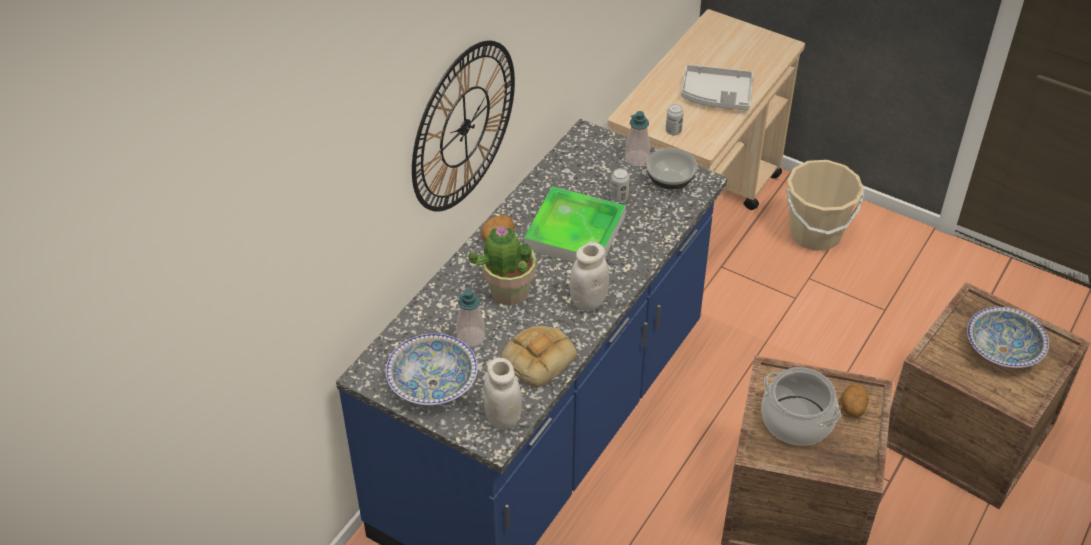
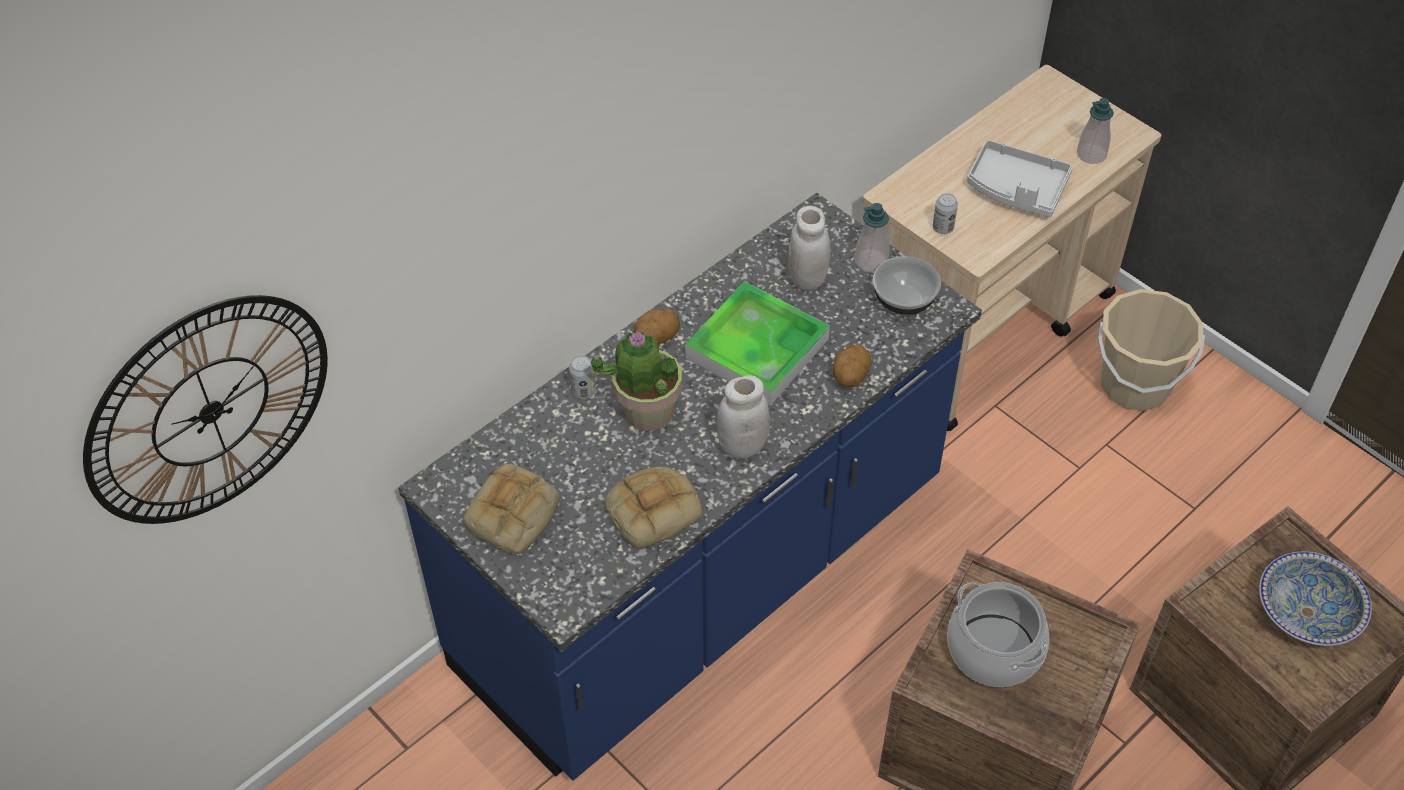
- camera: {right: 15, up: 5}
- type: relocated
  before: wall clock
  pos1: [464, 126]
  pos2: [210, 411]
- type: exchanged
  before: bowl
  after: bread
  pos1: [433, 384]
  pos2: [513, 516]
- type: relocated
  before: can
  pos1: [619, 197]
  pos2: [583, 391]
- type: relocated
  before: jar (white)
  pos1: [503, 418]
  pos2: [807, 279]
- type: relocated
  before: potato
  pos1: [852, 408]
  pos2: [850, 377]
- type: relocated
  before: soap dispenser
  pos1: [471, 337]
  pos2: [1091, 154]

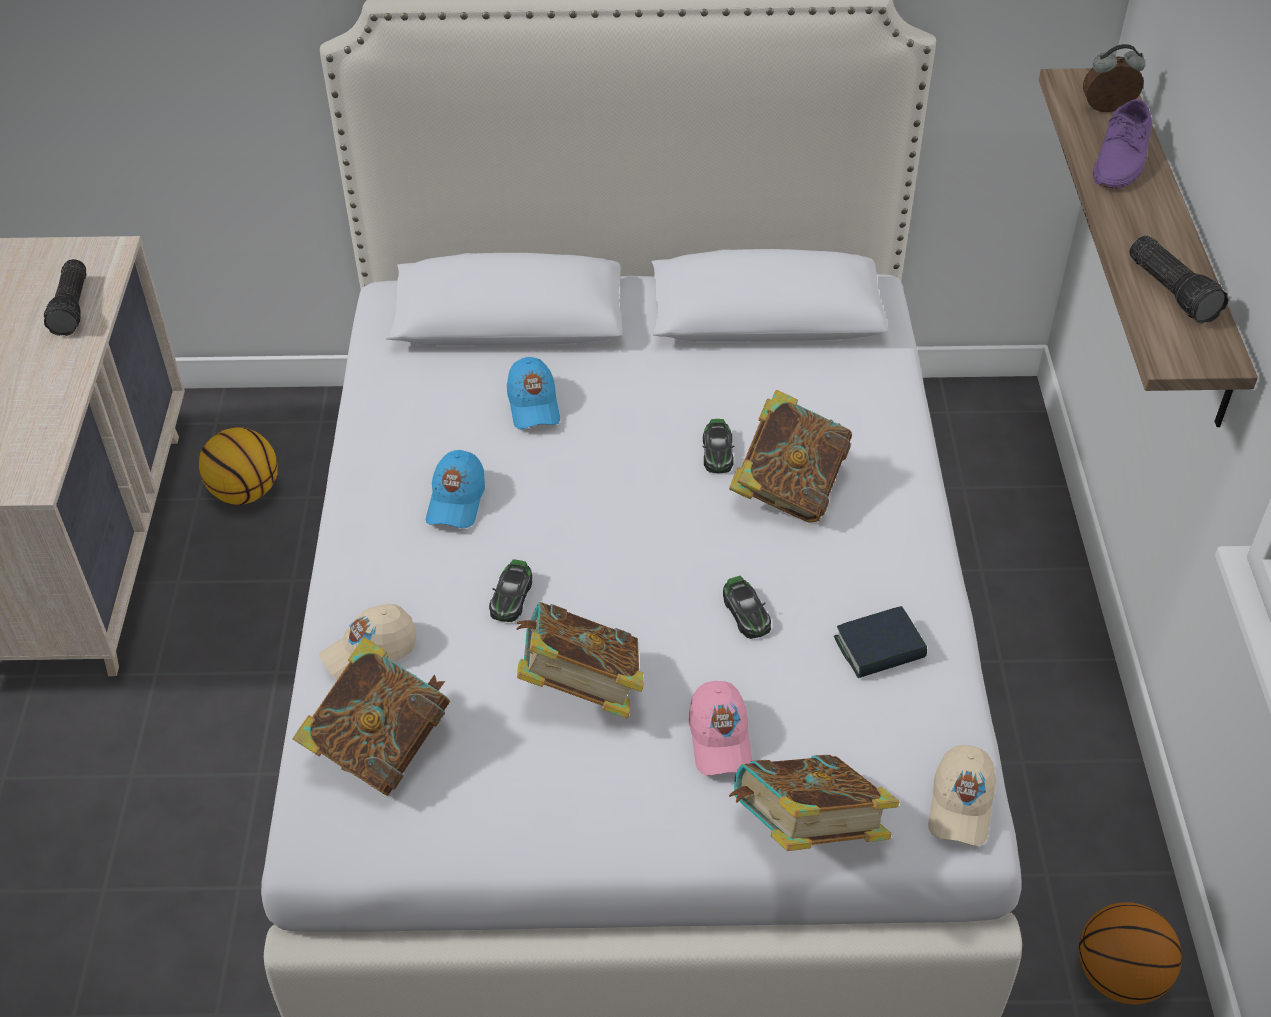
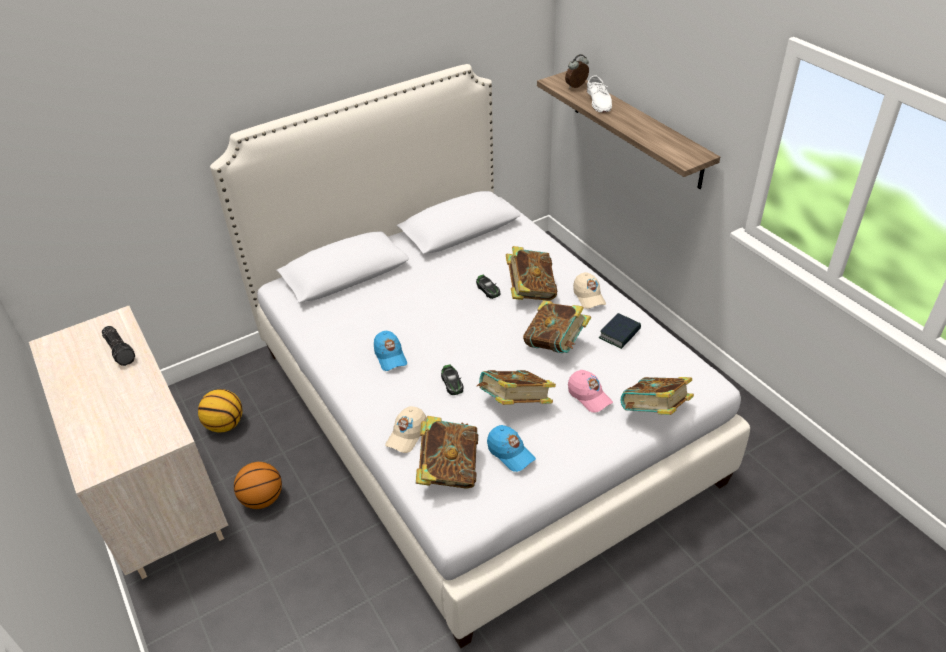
- camera: {right: -30, up: -5}
- type: relocated
  before: basketball
  pos1: [1119, 976]
  pos2: [263, 499]
- type: relocated
  before: cap (blue)
  pos1: [533, 405]
  pos2: [510, 453]
- type: exchanged
  before: toy car
  after: book
  pos1: [745, 612]
  pos2: [555, 345]
- type: relocated
  before: cap (beige)
  pos1: [960, 805]
  pos2: [589, 297]
- type: colour
  before: shoe (purple)
  after: shoe (white)
  pos1: [1122, 158]
  pos2: [599, 101]
- type: missing
  before: flashlight
  pos1: [1174, 291]

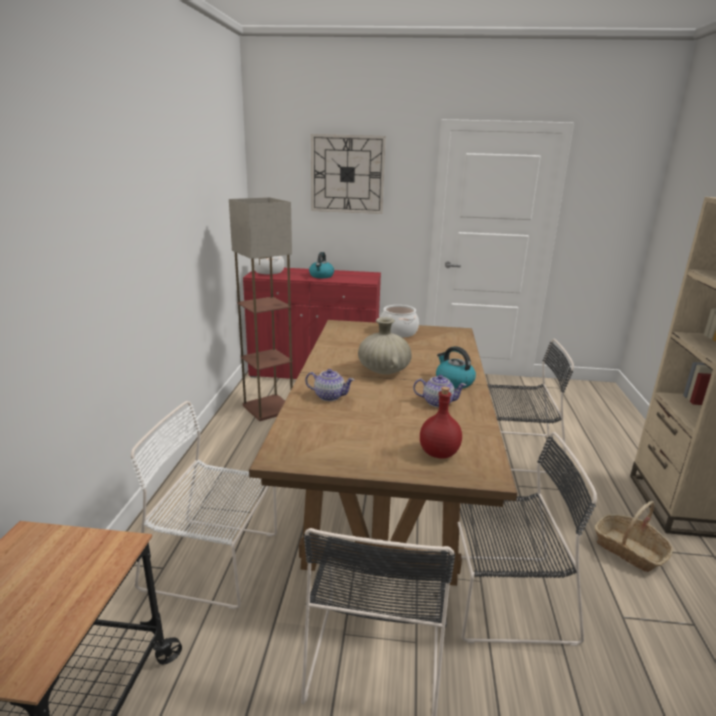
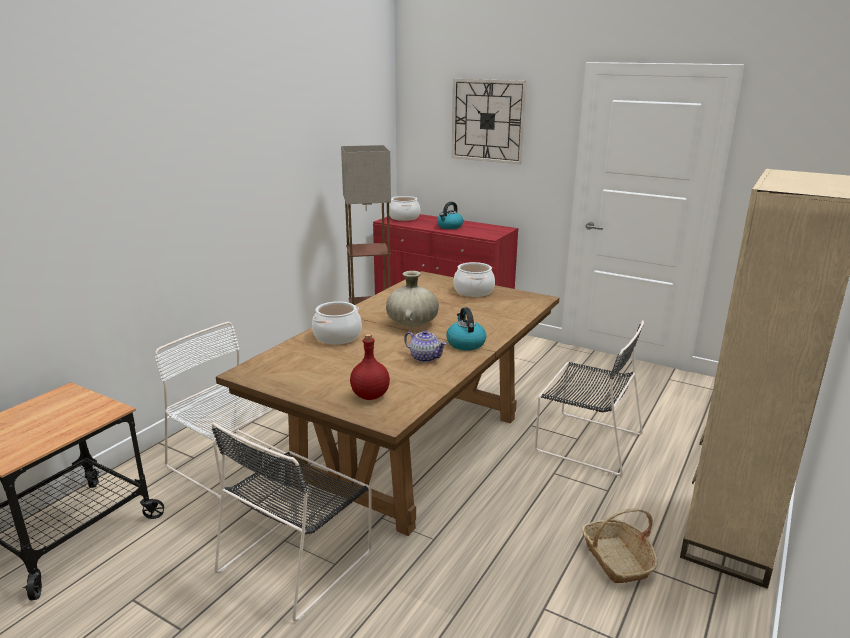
- camera: {right: 25, up: 0}
- type: exchanged
  before: teapot
  after: cooking pot
  pos1: [329, 396]
  pos2: [337, 336]
- type: missing
  before: chair (black)
  pos1: [502, 596]

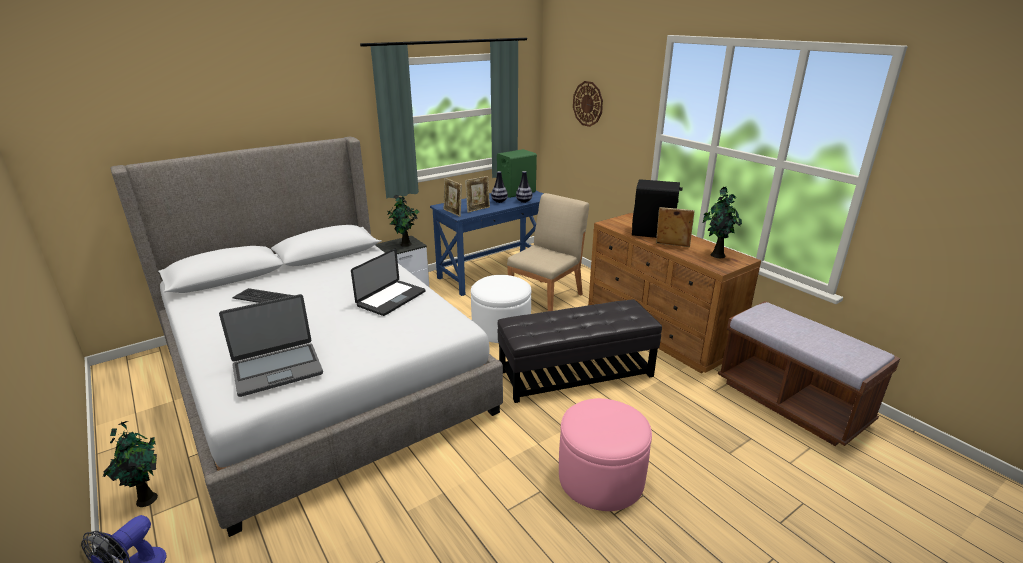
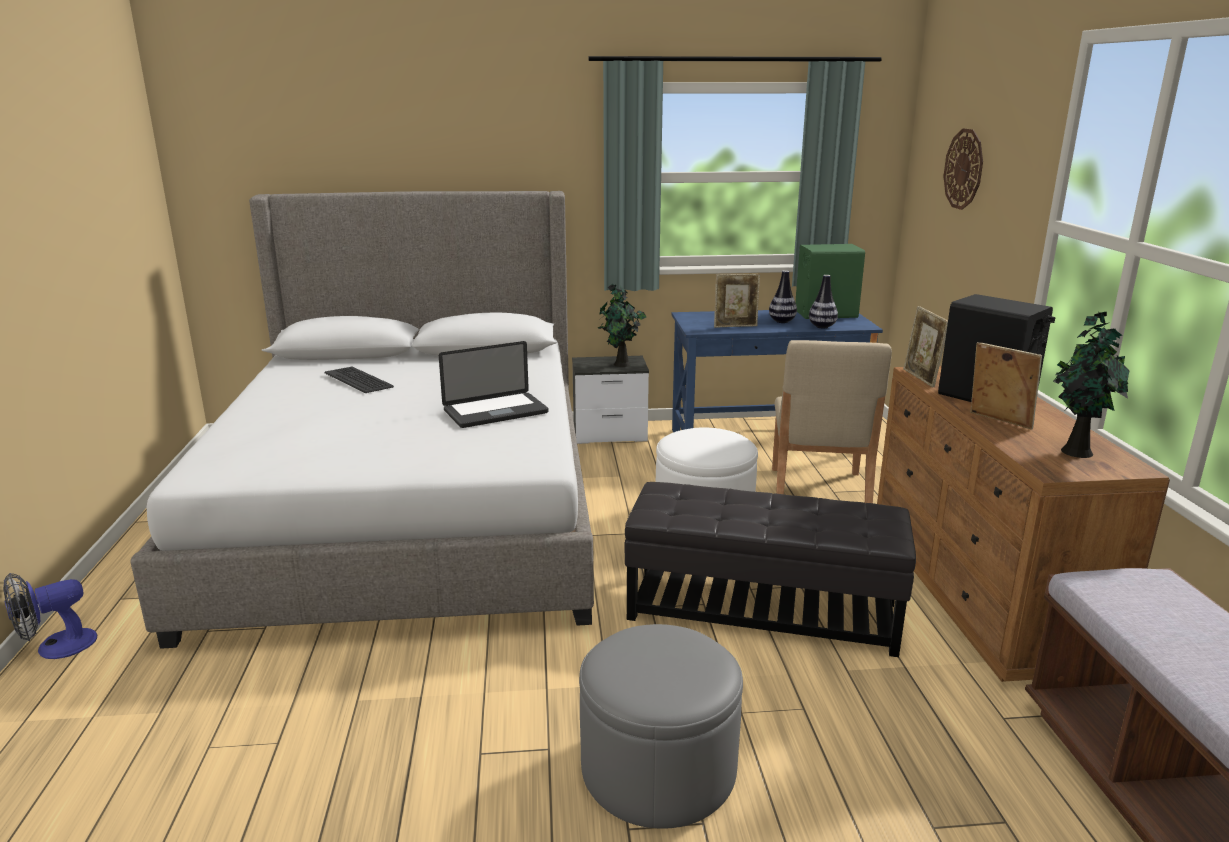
- camera: {right: 30, up: -5}
- type: colour
  before: ottoman (pink)
  after: ottoman (grey)
  pos1: [601, 477]
  pos2: [658, 769]
- type: spun
  before: chair (beige)
  pos1: [546, 297]
  pos2: [818, 492]
  turn: 120
- type: relocated
  before: picture frame
  pos1: [453, 213]
  pos2: [921, 378]
- type: missing
  before: potted plant
  pos1: [146, 498]
- type: missing
  before: laptop
  pos1: [277, 369]

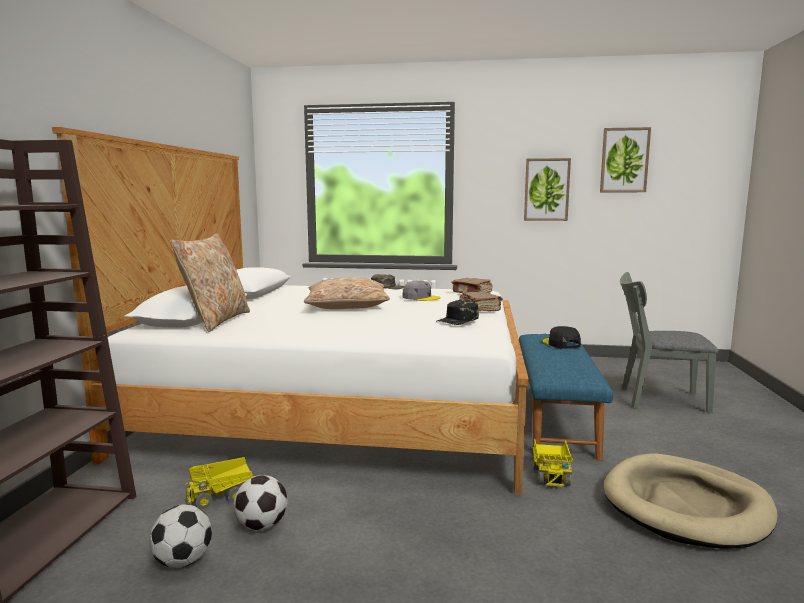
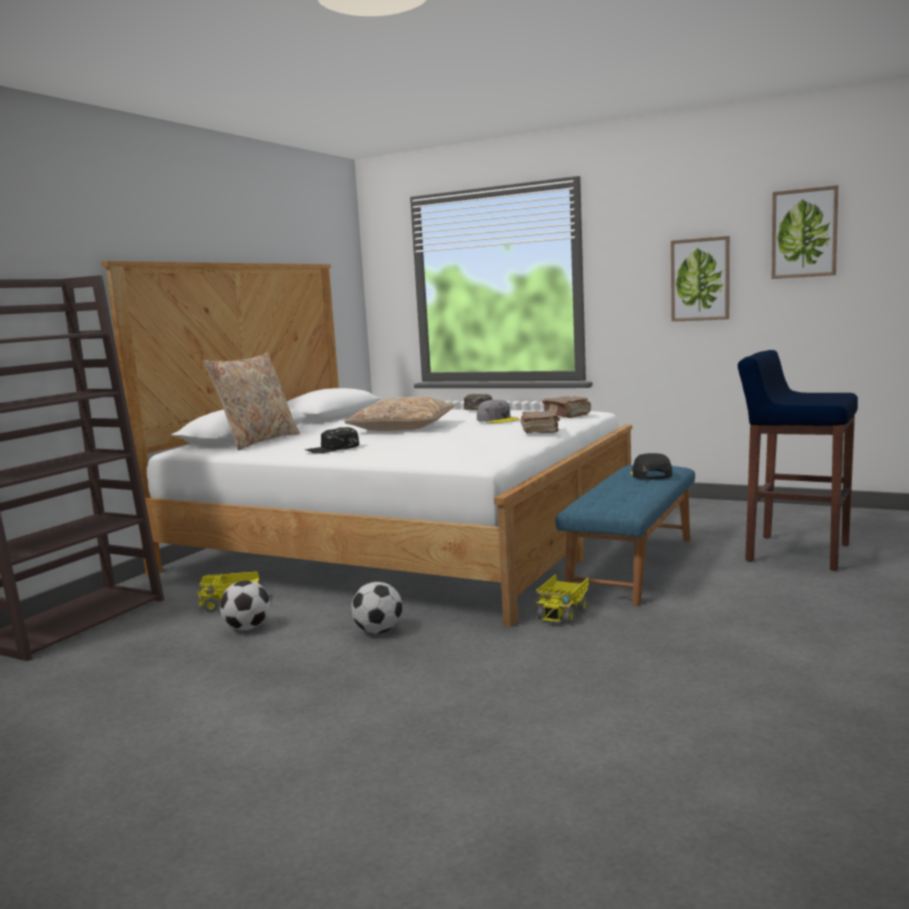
- camera: {right: 20, up: 0}
- type: relocated
  before: cap (black)
  pos1: [458, 320]
  pos2: [332, 449]
- type: relocated
  before: football
  pos1: [183, 561]
  pos2: [378, 631]
- type: exchanged
  before: chair (grey)
  after: stool (blue)
  pos1: [656, 399]
  pos2: [795, 552]
- type: missing
  before: dog bed (beige)
  pos1: [686, 506]

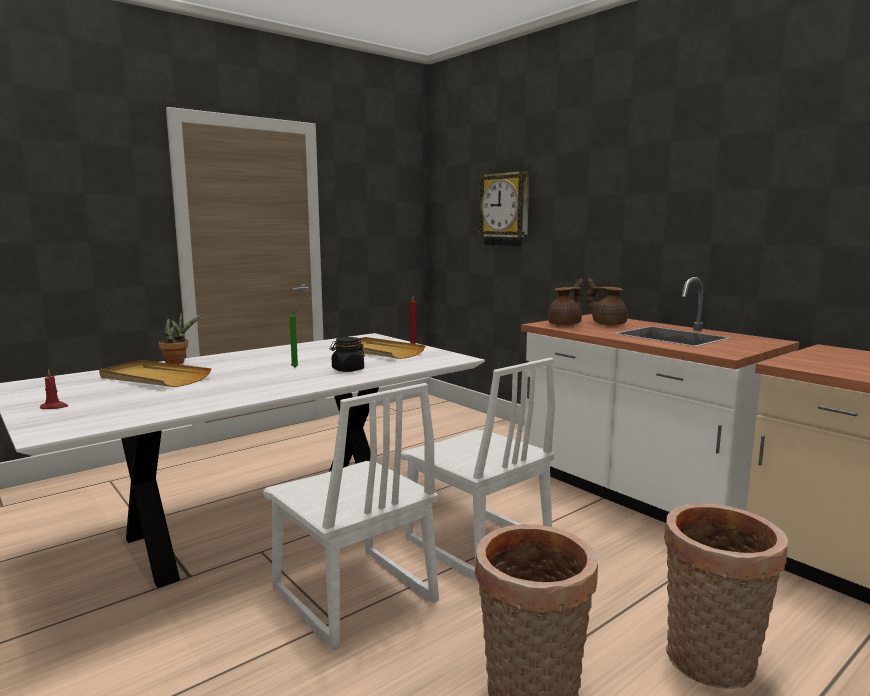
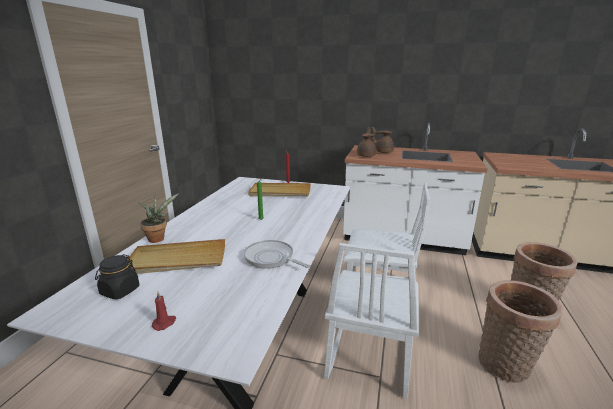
- camera: {right: -35, up: 10}
- type: relocated
  before: jar (black)
  pos1: [347, 370]
  pos2: [120, 291]
- type: appeared
  after: frying pan
  pos2: [271, 258]
- type: spun
  before: chair (white)
  pos1: [352, 597]
  pos2: [368, 357]
  turn: 90
- type: missing
  before: wall clock
  pos1: [505, 209]

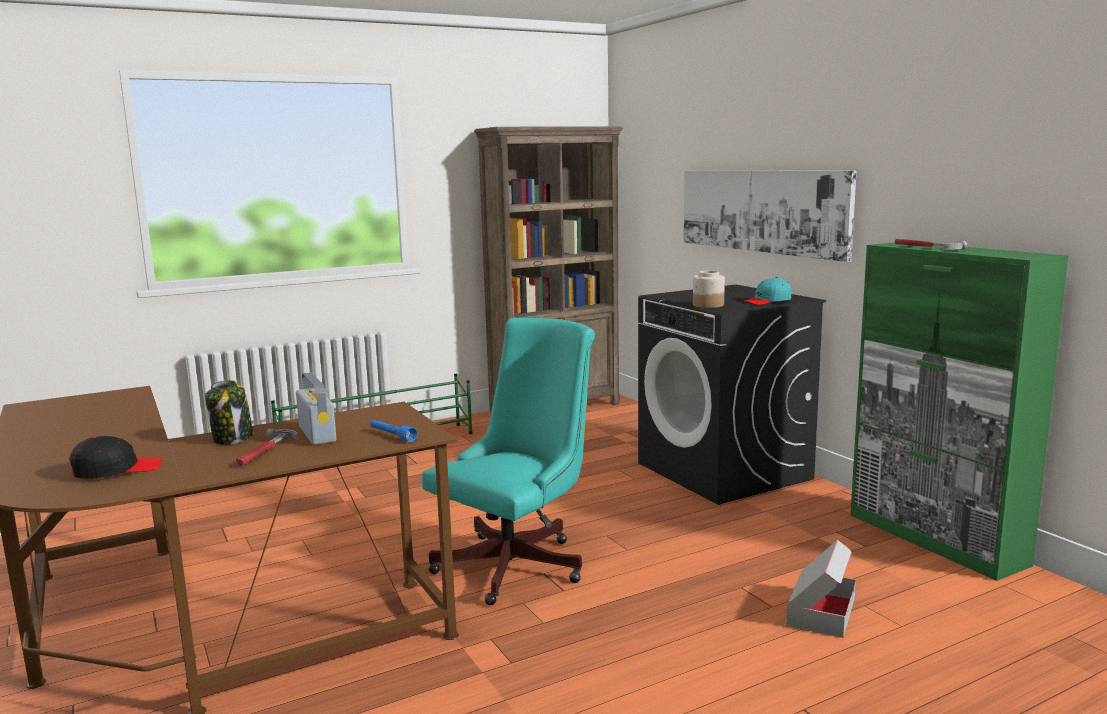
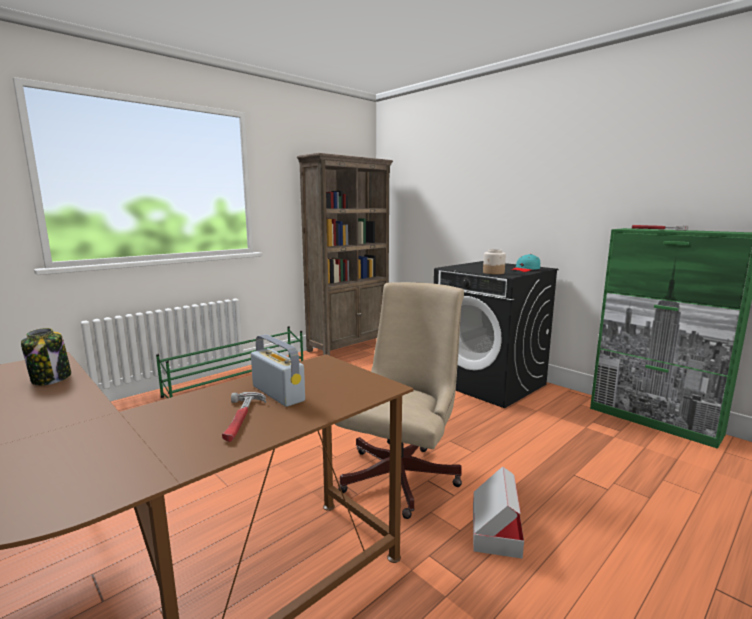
- camera: {right: -15, up: 0}
- type: relocated
  before: jar
  pos1: [233, 438]
  pos2: [51, 379]
- type: colour
  before: office chair (turquoise)
  after: office chair (beige)
  pos1: [519, 563]
  pos2: [403, 473]
- type: relocated
  before: cardboard box
  pos1: [821, 611]
  pos2: [495, 530]
- type: missing
  before: cap (black)
  pos1: [117, 470]
- type: missing
  before: flashlight (blue)
  pos1: [392, 435]
- type: missing
  before: picture
  pos1: [761, 211]

